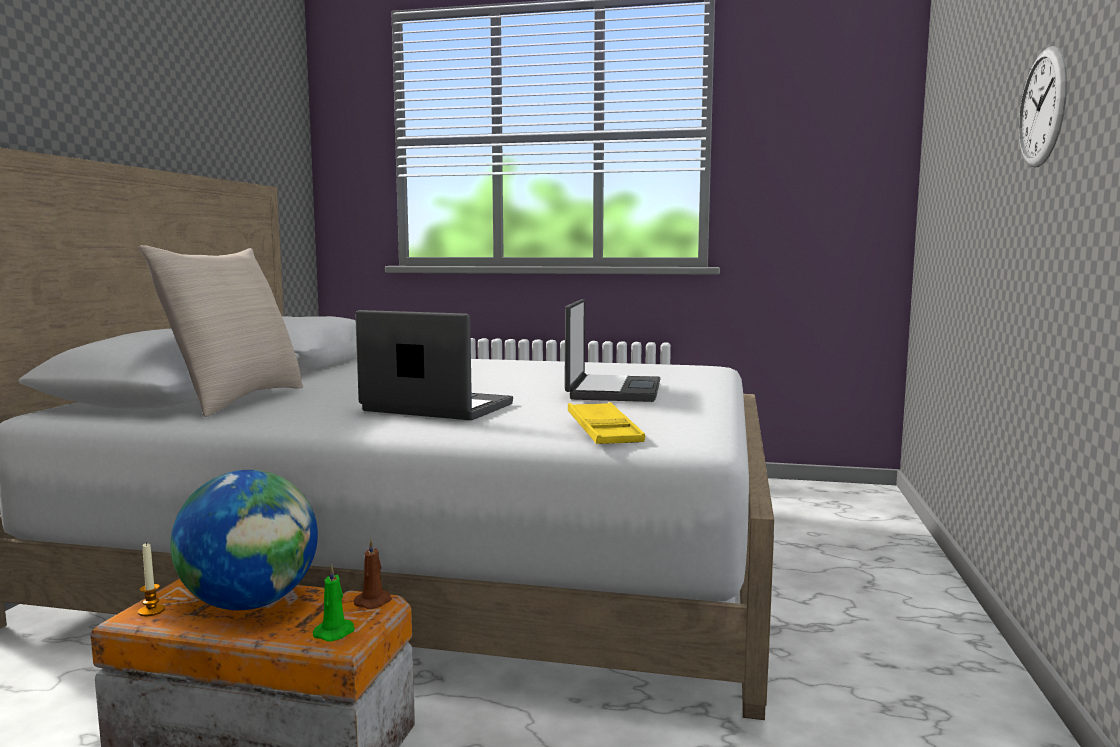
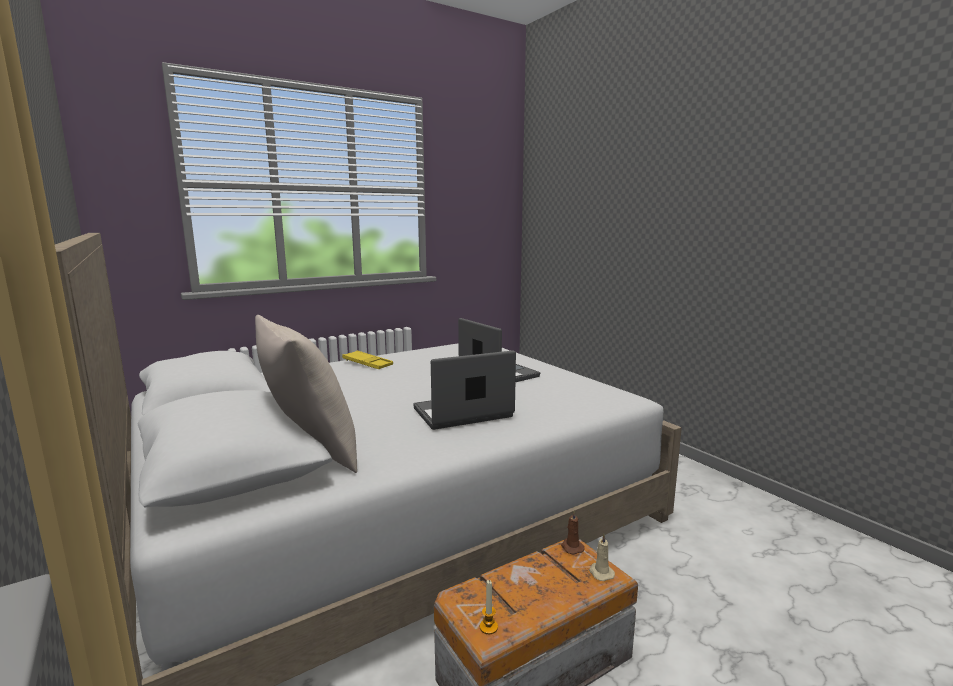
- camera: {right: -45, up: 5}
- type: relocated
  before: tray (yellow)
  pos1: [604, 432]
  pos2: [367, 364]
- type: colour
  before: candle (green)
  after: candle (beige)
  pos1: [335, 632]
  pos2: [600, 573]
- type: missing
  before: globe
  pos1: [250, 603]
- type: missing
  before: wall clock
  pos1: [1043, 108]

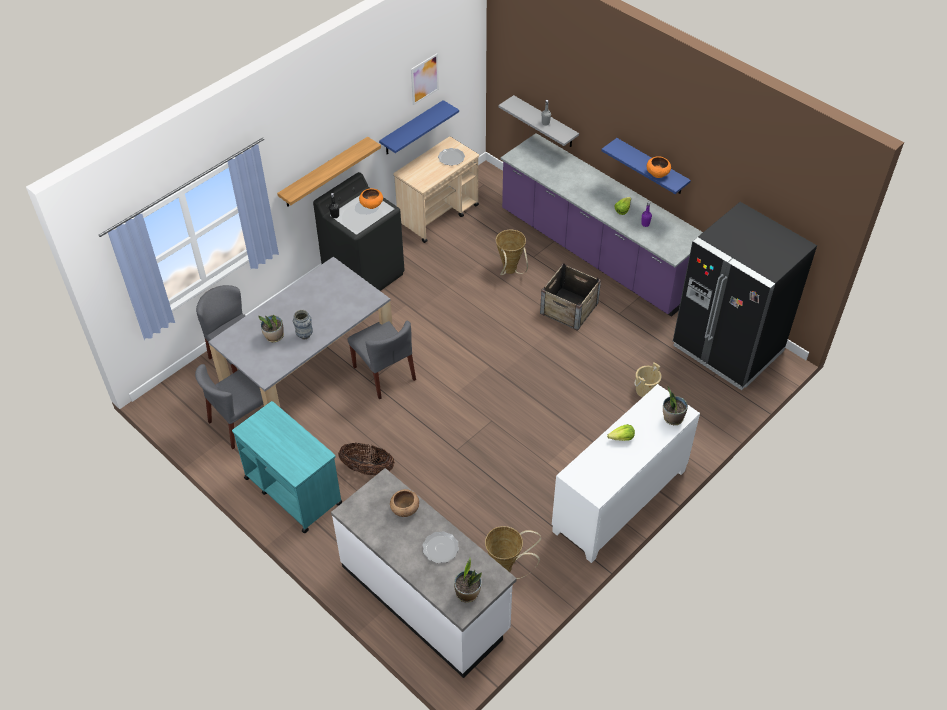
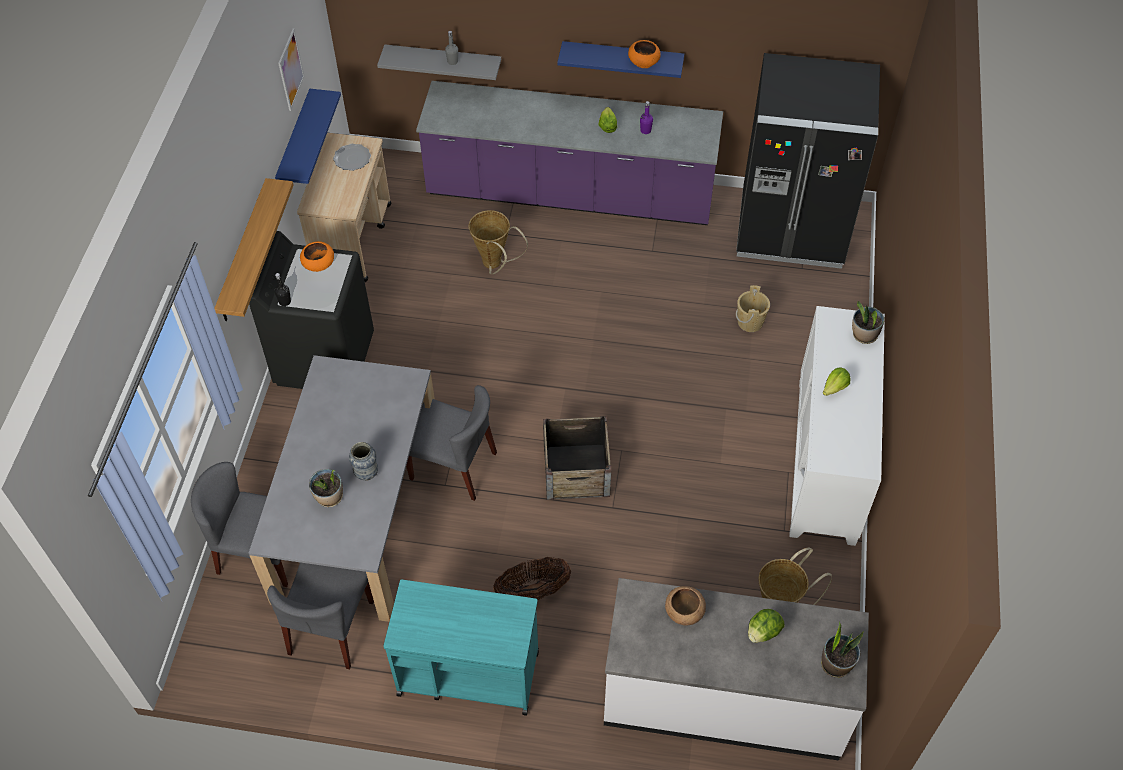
- camera: {right: -35, up: 5}
- type: relocated
  before: crate
  pos1: [568, 308]
  pos2: [576, 471]
- type: exchanged
  before: plate
  after: lettuce
  pos1: [440, 548]
  pos2: [763, 632]

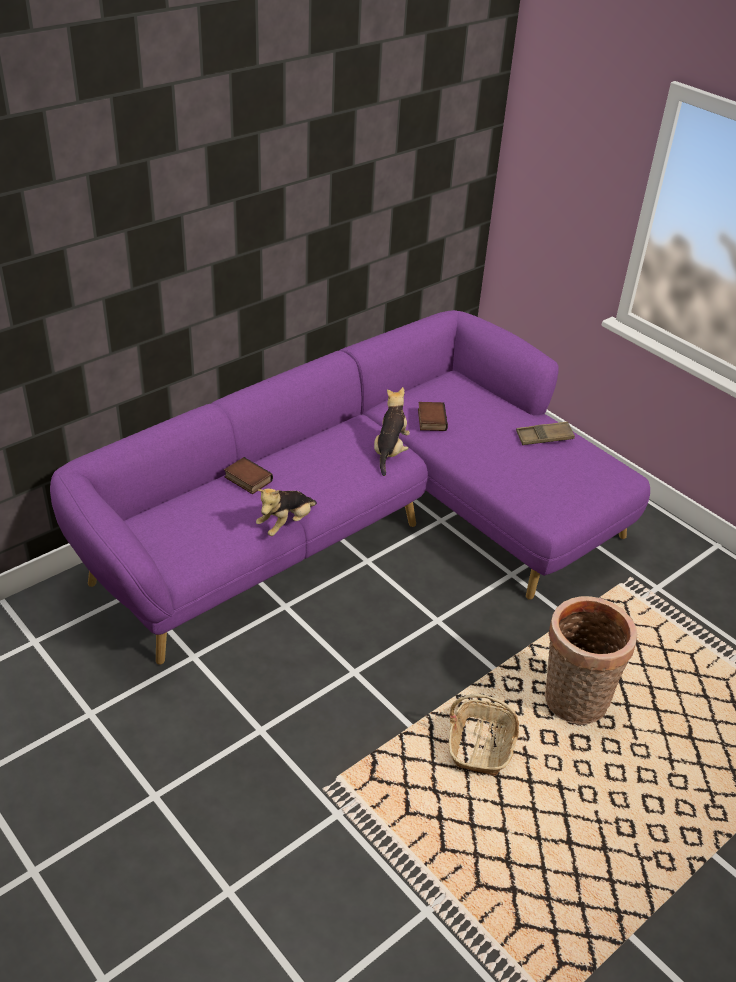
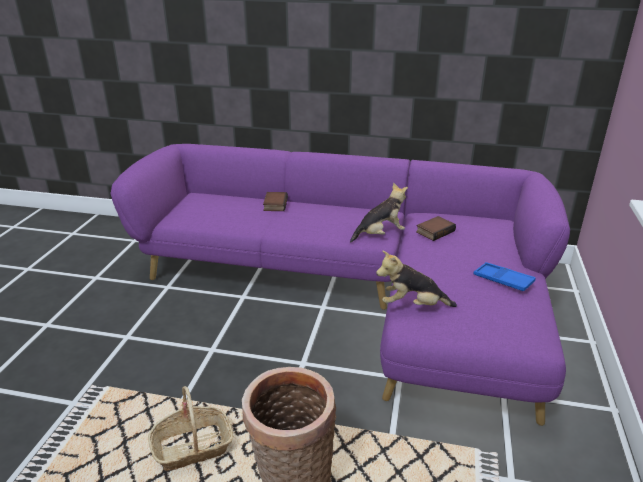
- camera: {right: 55, up: -10}
- type: relocated
  before: plush toy
  pos1: [286, 524]
  pos2: [412, 305]
- type: colour
  before: tray (brown)
  after: tray (blue)
  pos1: [544, 437]
  pos2: [503, 280]

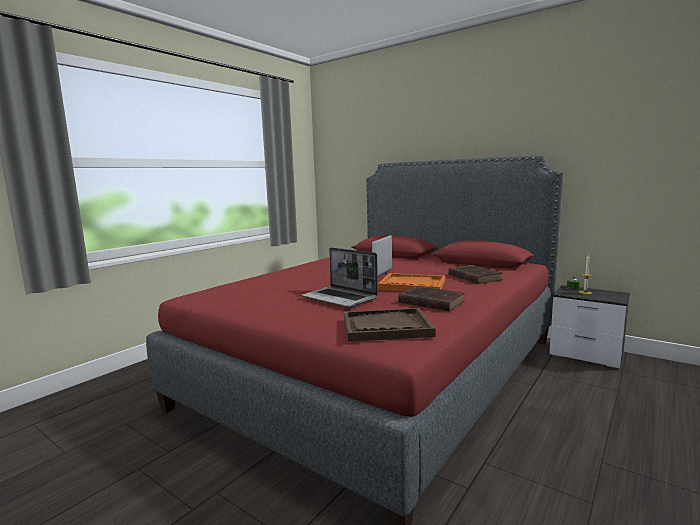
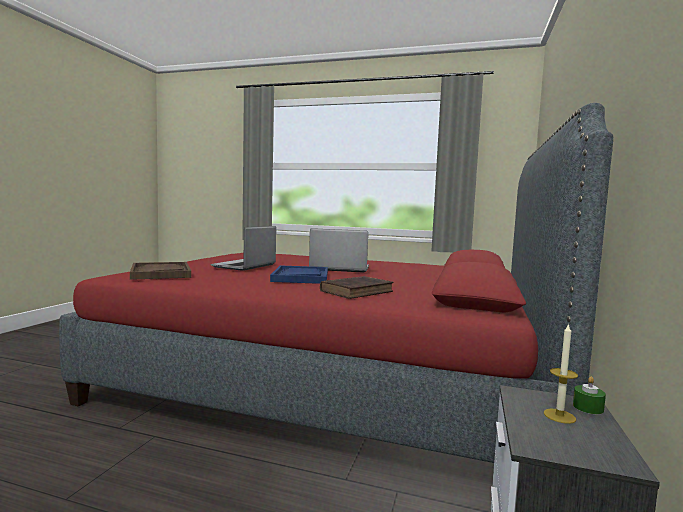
- camera: {right: 70, up: -5}
- type: colour
  before: tray (orange)
  after: tray (blue)
  pos1: [412, 285]
  pos2: [301, 277]
- type: missing
  before: book (brown)
  pos1: [429, 302]

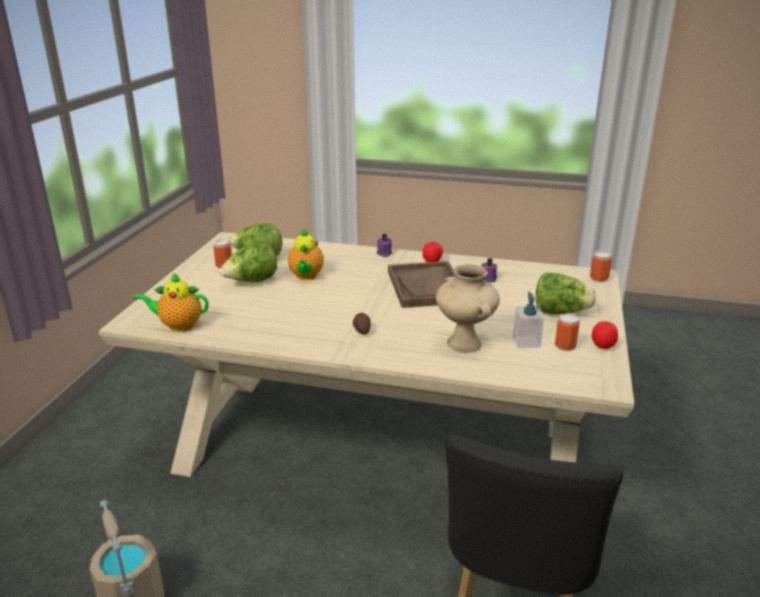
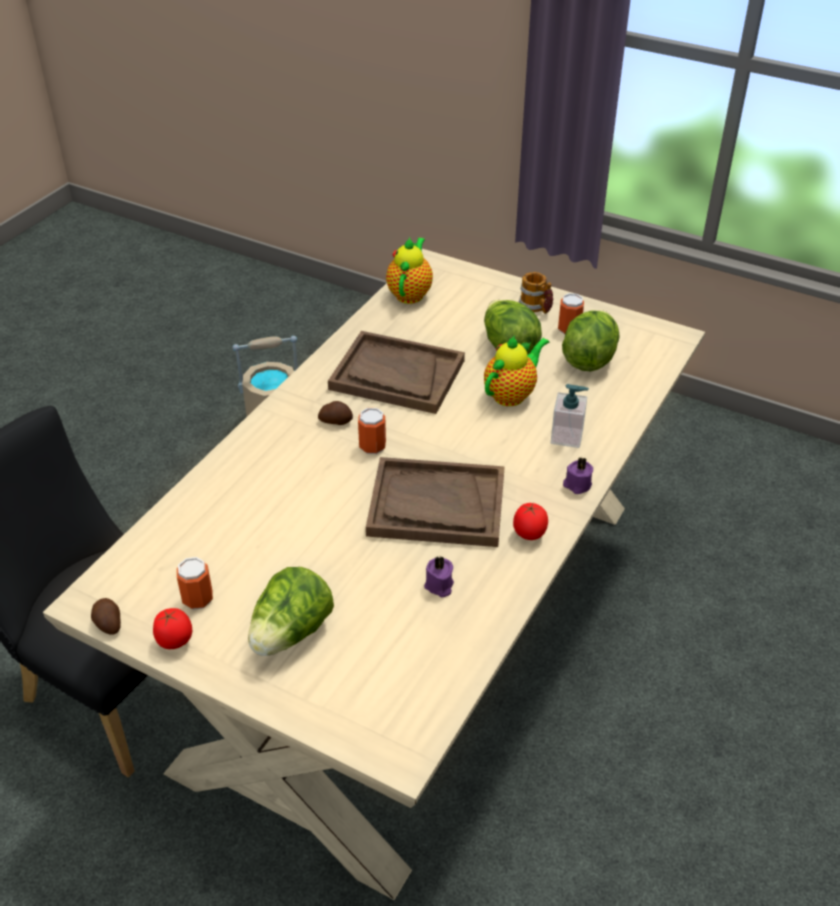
- camera: {right: 105, up: 15}
- type: appeared
  after: potato
  pos2: [108, 623]
- type: appeared
  after: tray (brown)
  pos2: [396, 375]
- type: relocated
  before: can
  pos1: [598, 278]
  pos2: [372, 446]
- type: spun
  before: teapot
  pos1: [306, 276]
  pos2: [512, 394]
  turn: 120
- type: appeared
  after: mug
  pos2: [536, 308]
- type: relocated
  before: soap dispenser
  pos1: [526, 342]
  pos2: [567, 436]
- type: missing
  before: vase (beige)
  pos1: [465, 343]

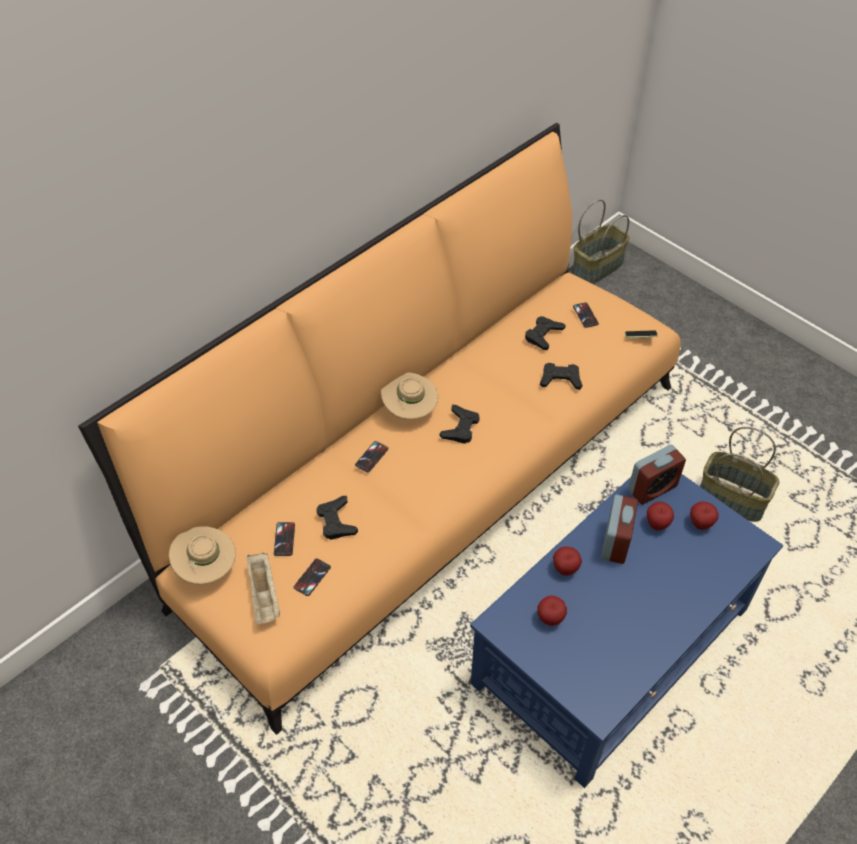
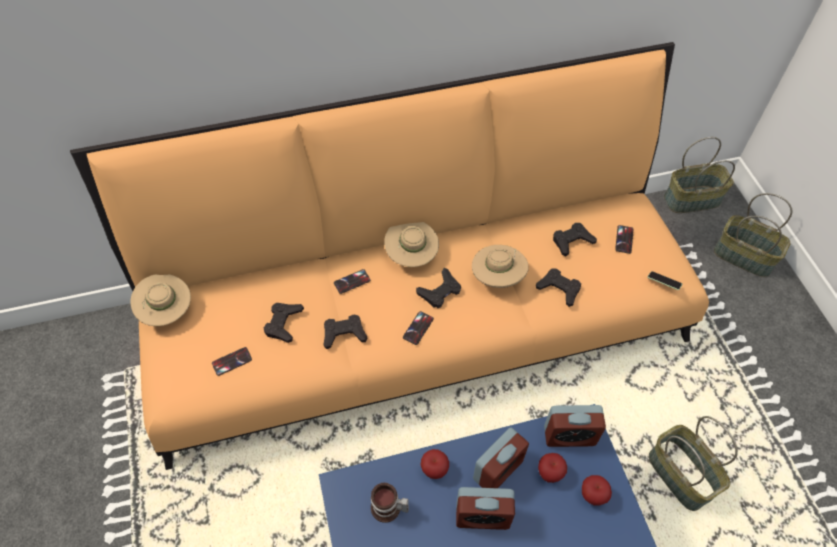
- camera: {right: 30, up: 5}
- type: appeared
  after: game controller (black)
  pos2: [344, 333]
- type: exchanged
  before: apple
  after: mug
  pos1: [550, 619]
  pos2: [388, 509]
- type: relocated
  before: phone
  pos1: [284, 539]
  pos2: [418, 328]
- type: appeared
  after: alarm clock
  pos2: [482, 516]
- type: appeared
  after: hat (beige)
  pos2: [498, 277]
- type: appeared
  after: basket
  pos2: [744, 256]
- type: missing
  before: tray (beige)
  pos1: [264, 595]

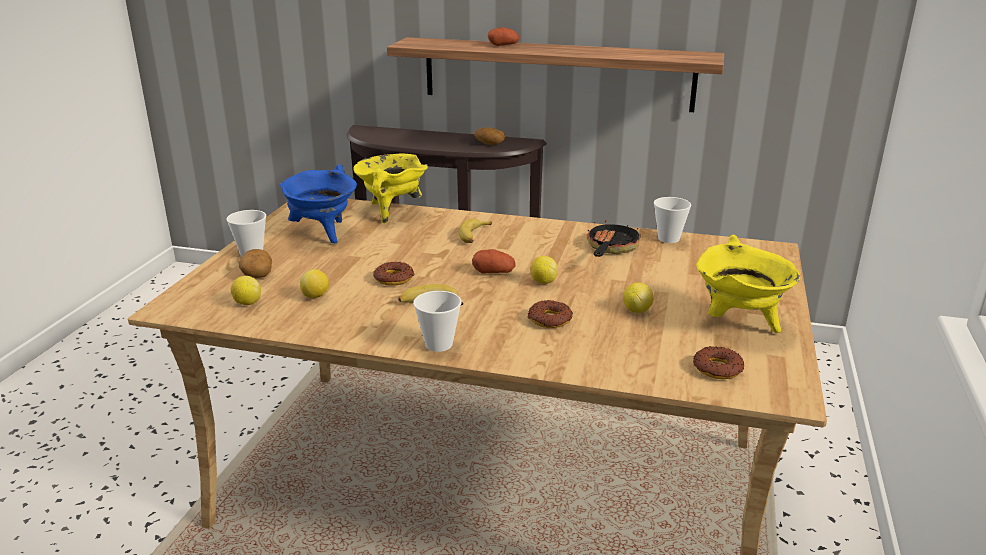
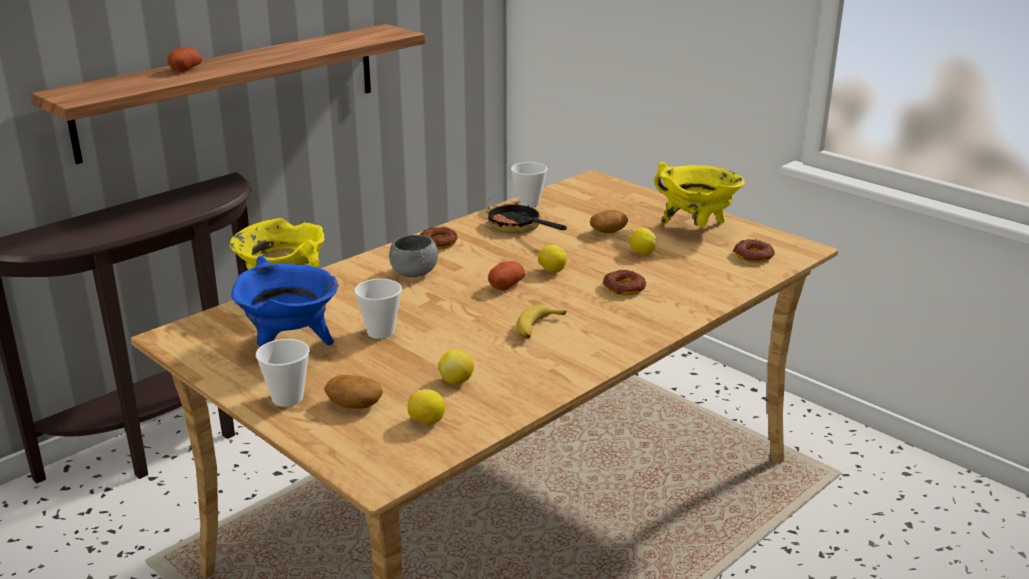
- camera: {right: -60, up: 0}
- type: relocated
  before: cup
  pos1: [438, 344]
  pos2: [380, 332]
- type: exchanged
  before: banana
  after: bowl (grey)
  pos1: [474, 236]
  pos2: [414, 273]
- type: relocated
  before: donut
  pos1: [394, 278]
  pos2: [438, 243]
- type: relocated
  before: potato
  pos1: [489, 144]
  pos2: [608, 232]

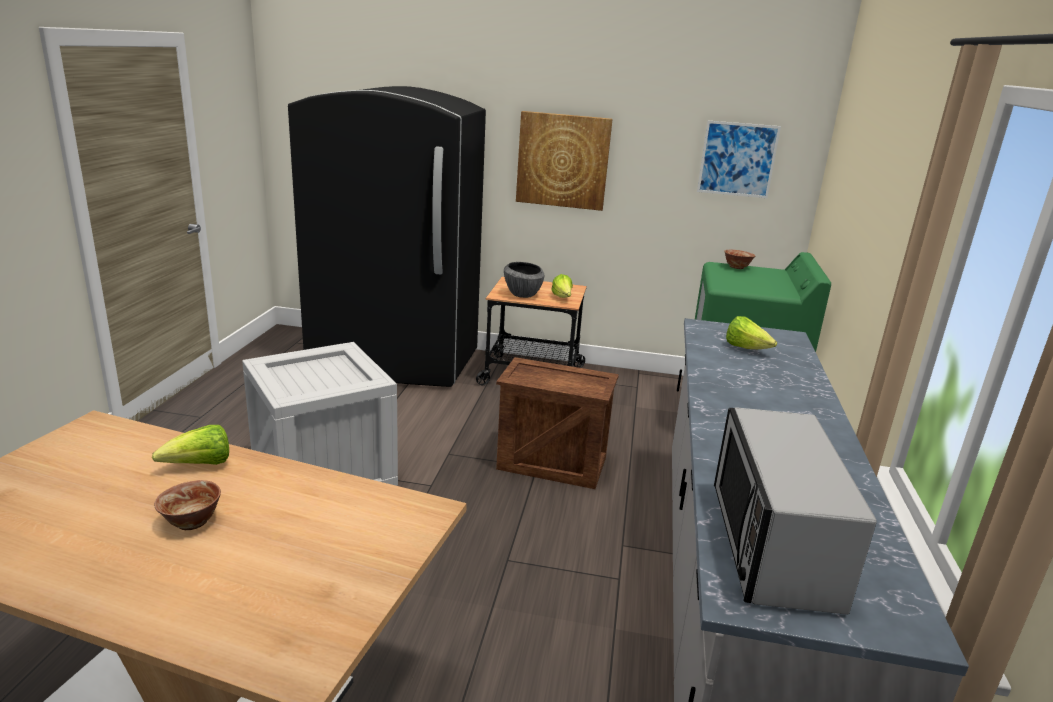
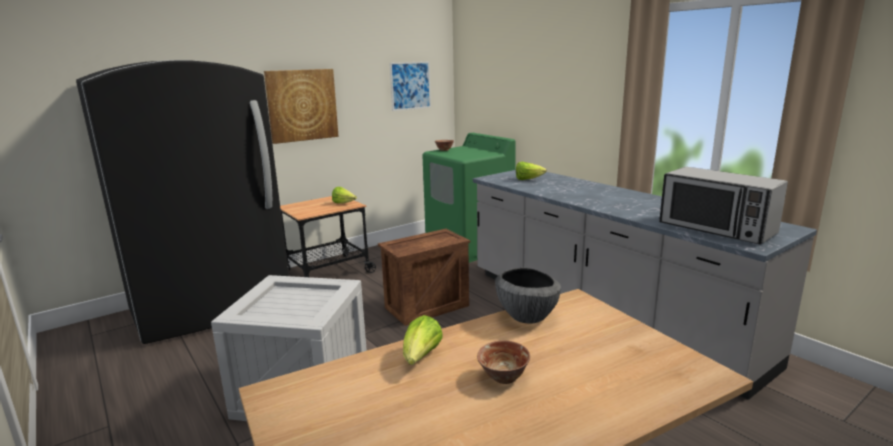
- camera: {right: -45, up: -5}
- type: relocated
  before: bowl
  pos1: [522, 295]
  pos2: [527, 317]

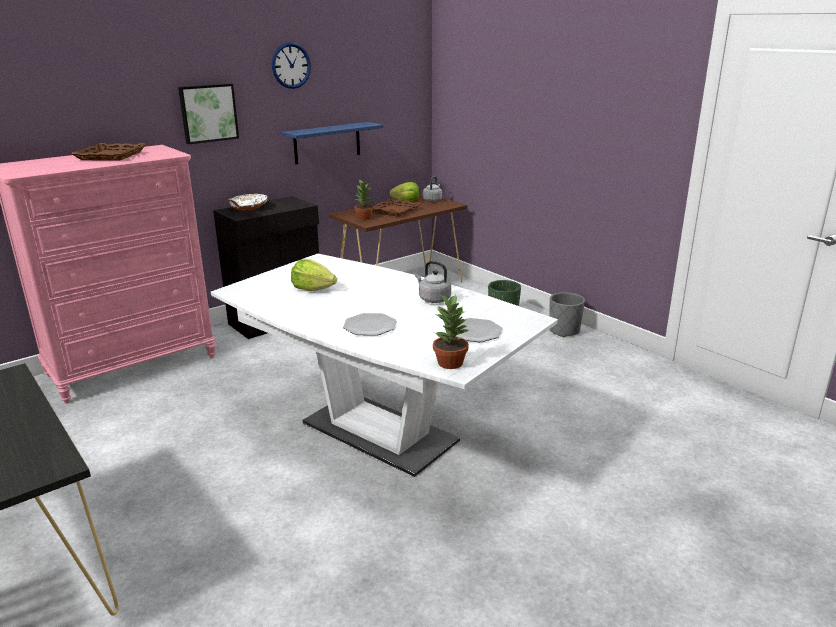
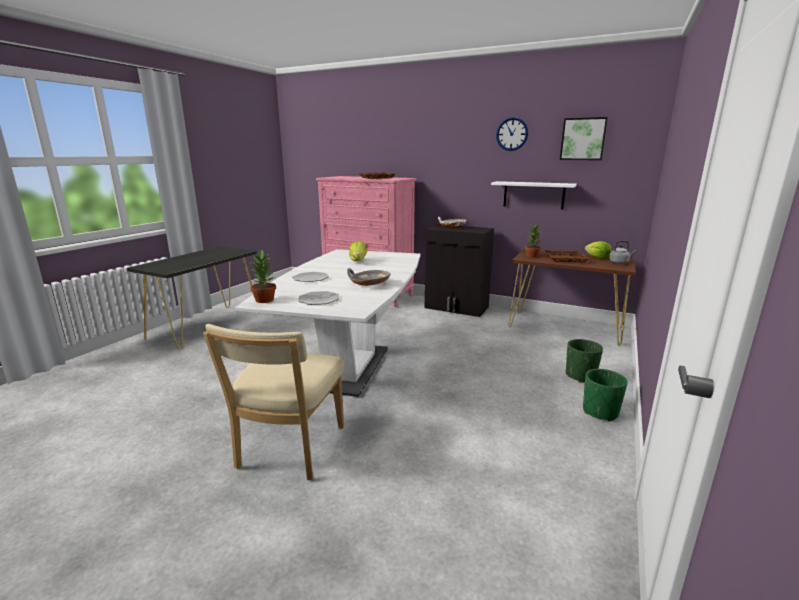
- camera: {right: 65, up: -5}
- type: appeared
  after: chair (beige)
  pos2: [289, 450]
- type: exchanged
  before: kettle (grey)
  after: bowl (grey)
  pos1: [433, 299]
  pos2: [369, 284]
- type: colour
  before: shelf (blue)
  after: shelf (white)
  pos1: [327, 143]
  pos2: [533, 195]
- type: relocated
  before: picture
  pos1: [208, 113]
  pos2: [583, 139]
- type: colour
  before: planter (grey)
  after: planter (green)
  pos1: [564, 331]
  pos2: [600, 412]

